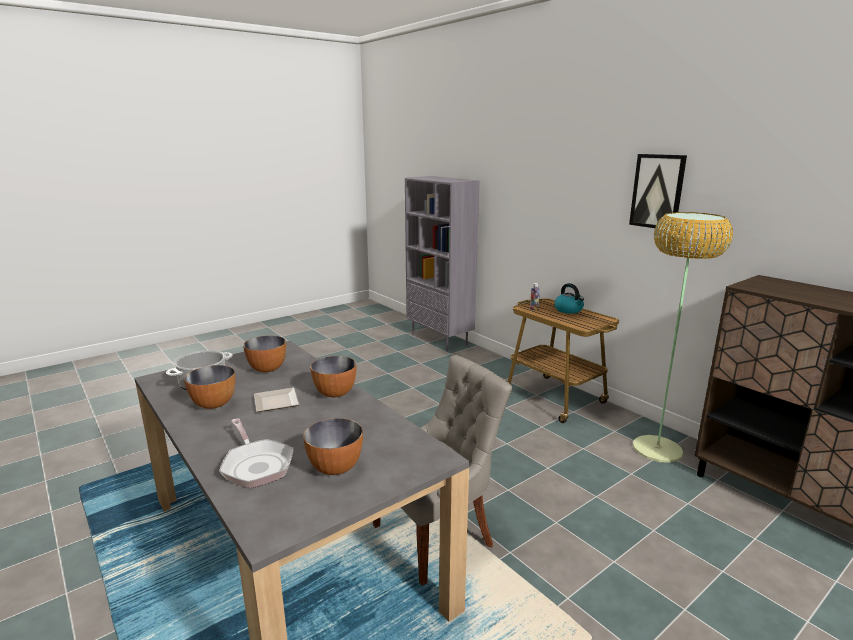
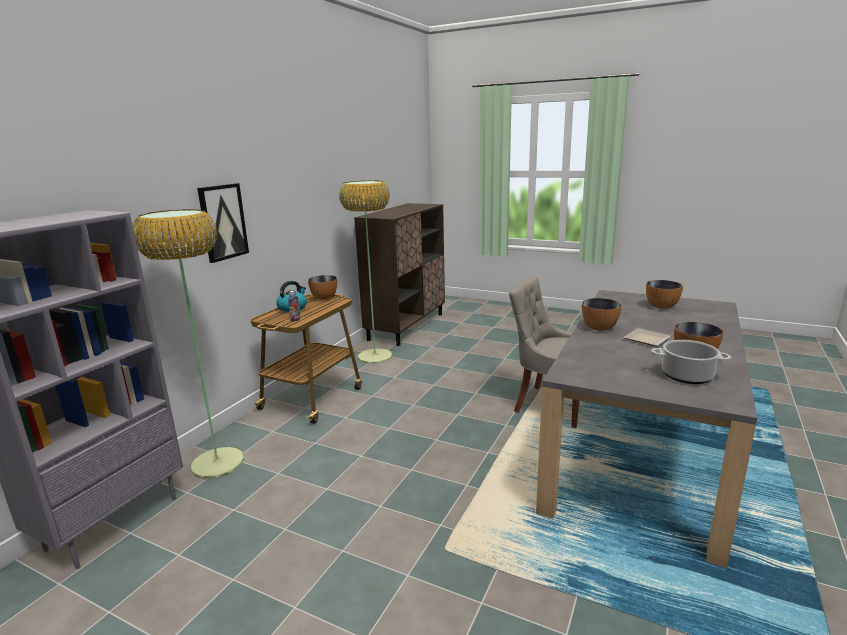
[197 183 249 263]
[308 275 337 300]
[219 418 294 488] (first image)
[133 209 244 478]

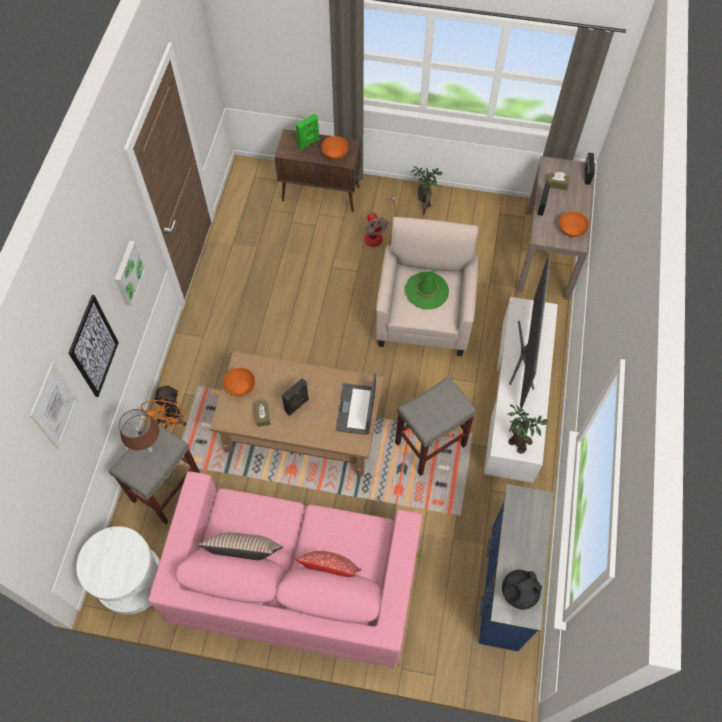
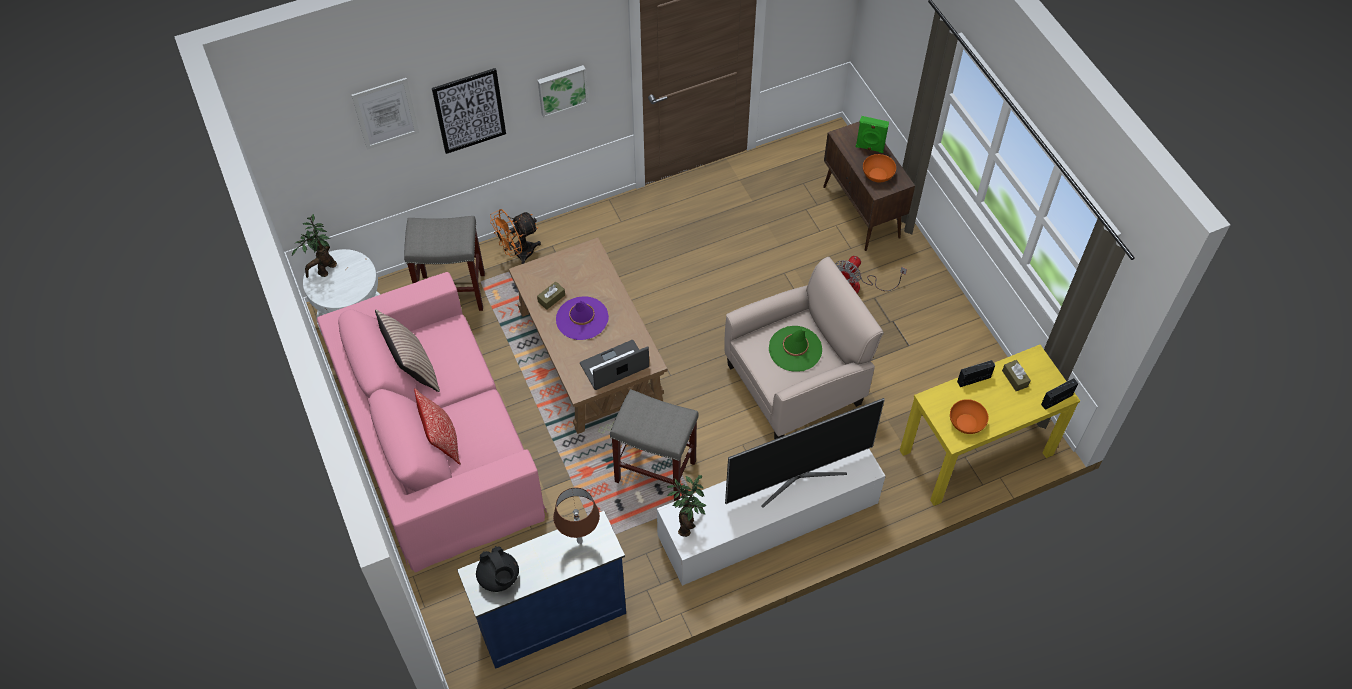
[900 345 1080 506]
[292 214 337 278]
[223 368 255 397] (first image)
[556 297 609 340]
[553 487 600 544]
[476 546 519 592]

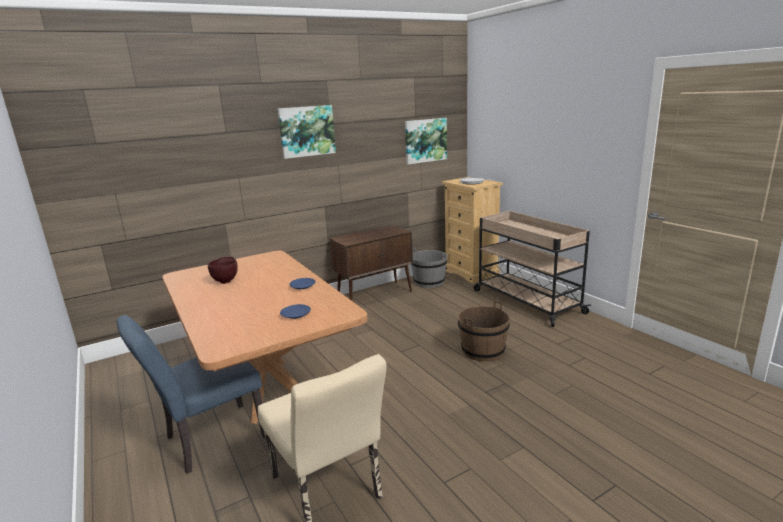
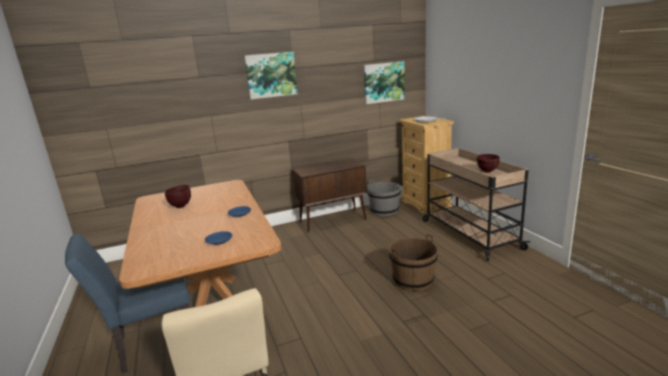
[476 154 500 173]

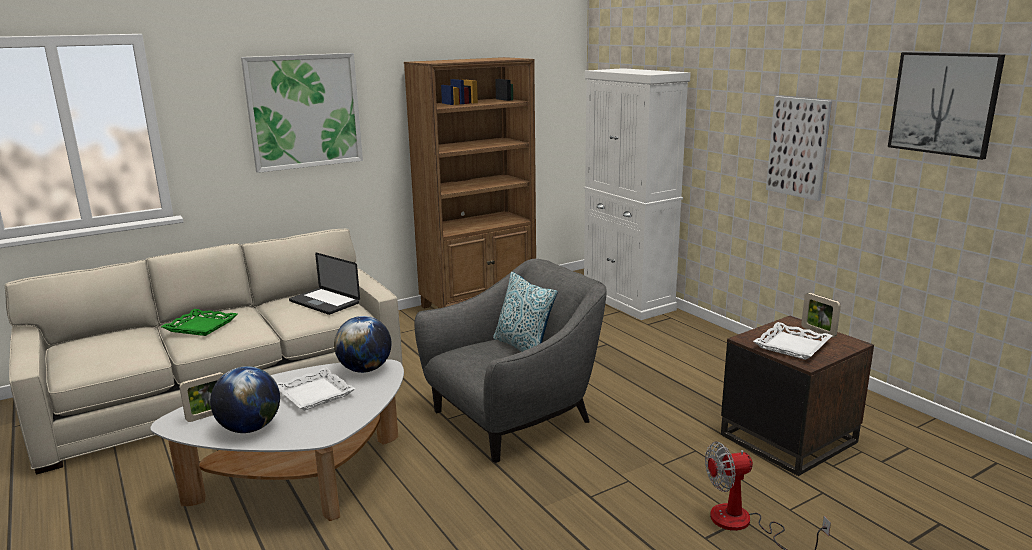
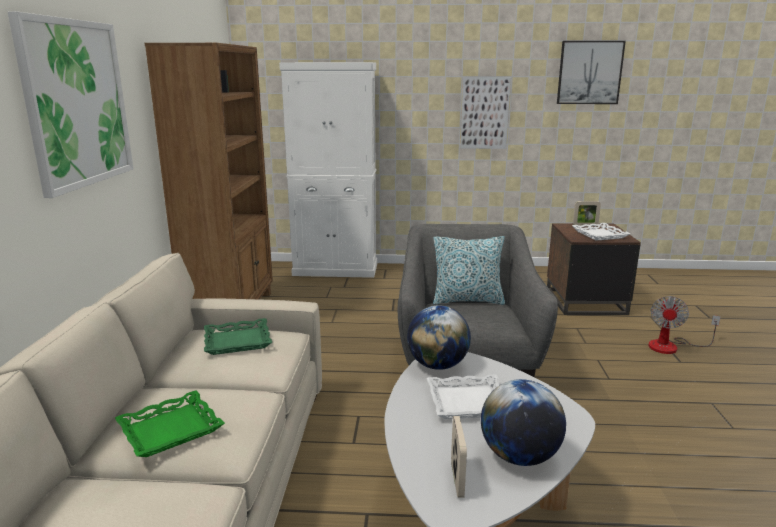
[204 318 272 355]

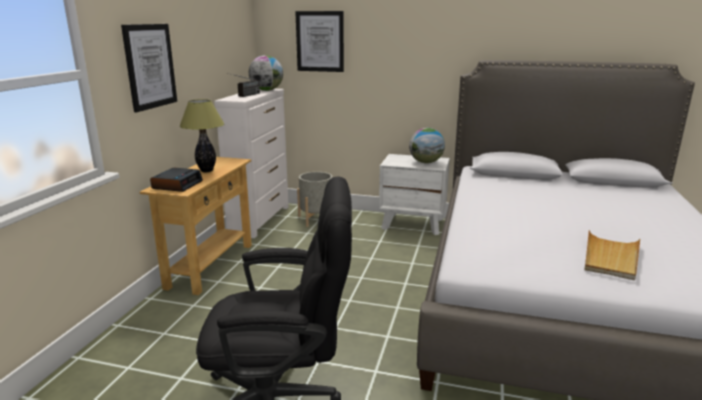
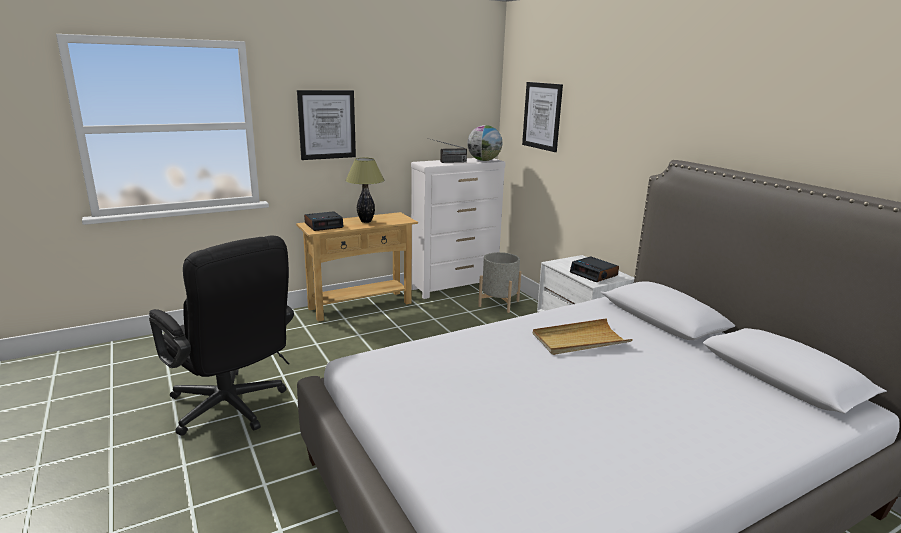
[570 256 619 282]
[533 318 633 355]

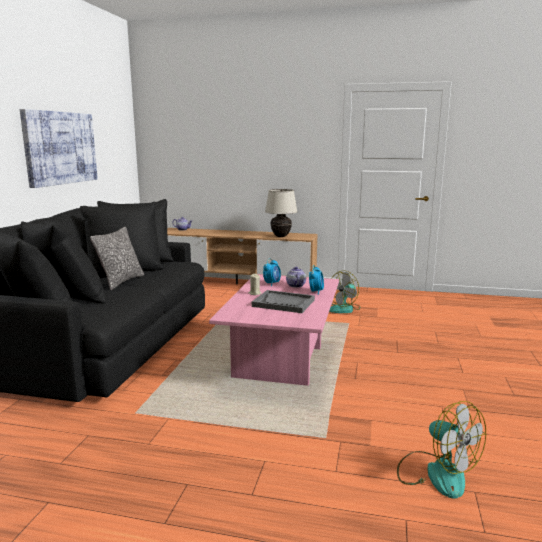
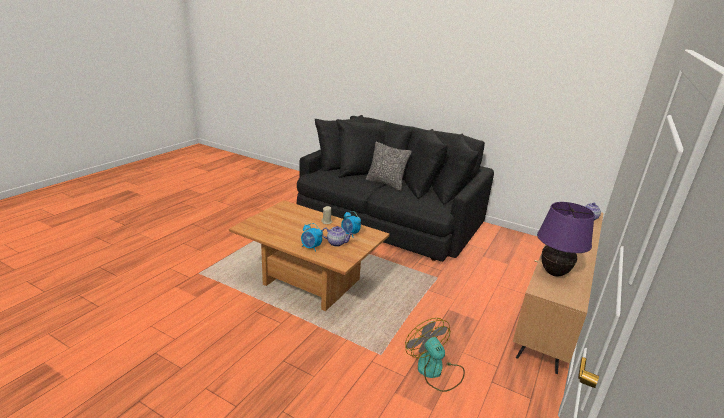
[20 109 98 188] (first image)
[537 202 595 276]
[229 200 390 311]
[252 290 315 313] (first image)
[397 401 486 499] (first image)

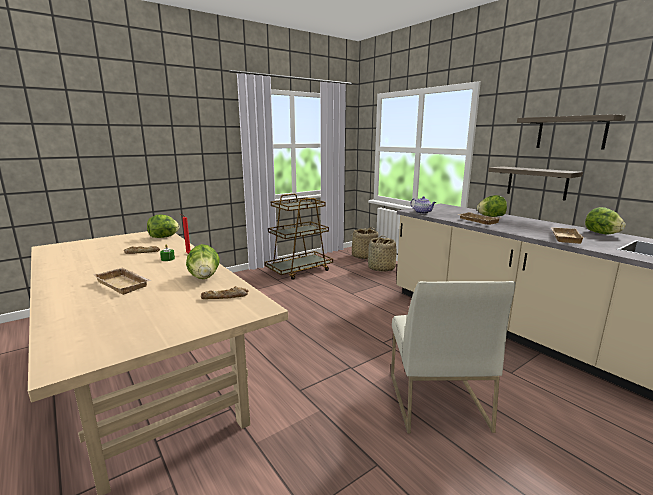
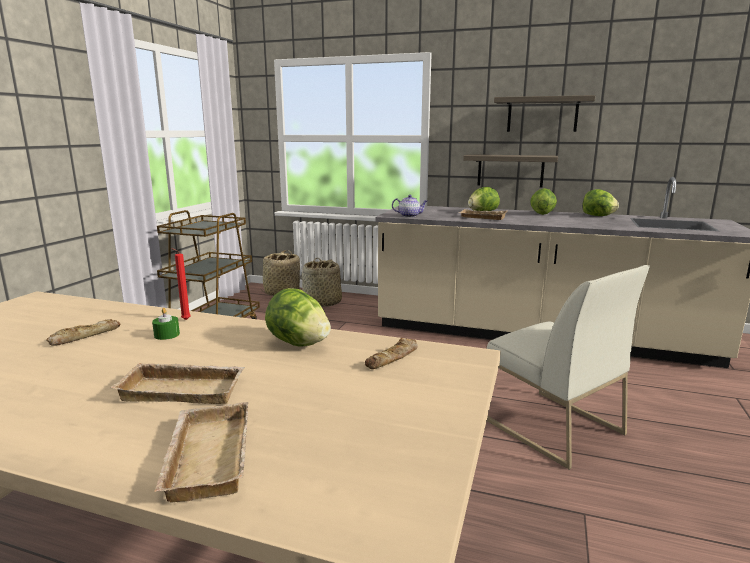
[530 188 557 215]
[154 402 248 502]

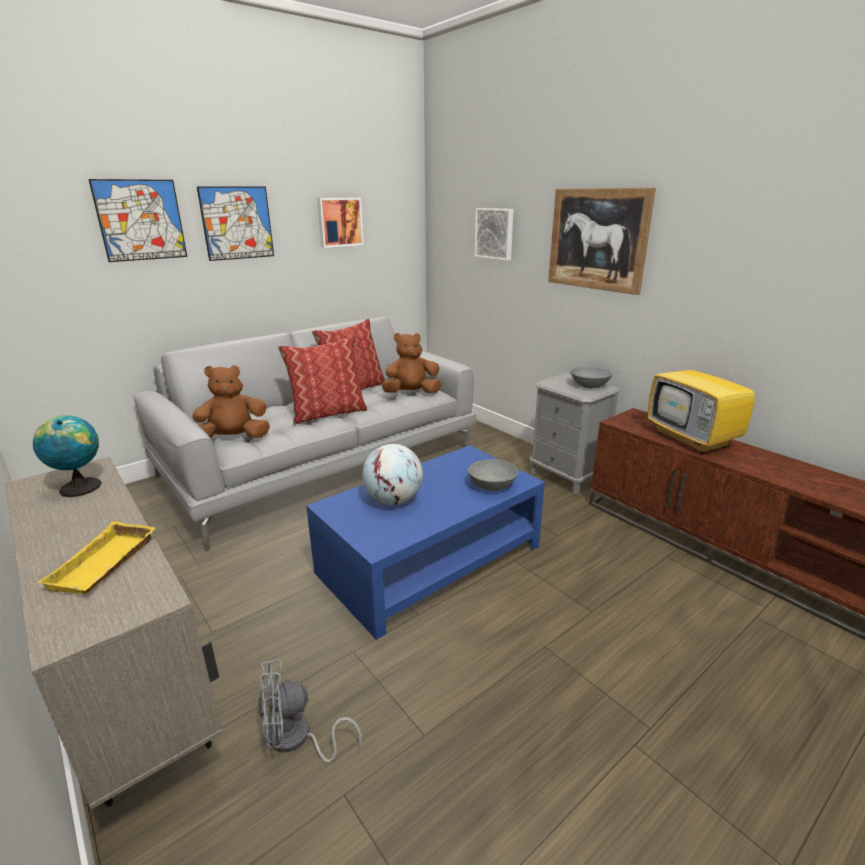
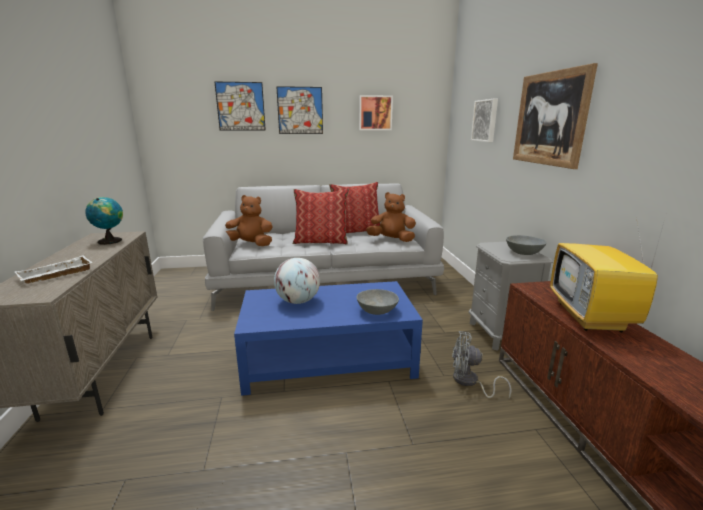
[15 255 93 284]
[452 331 512 398]

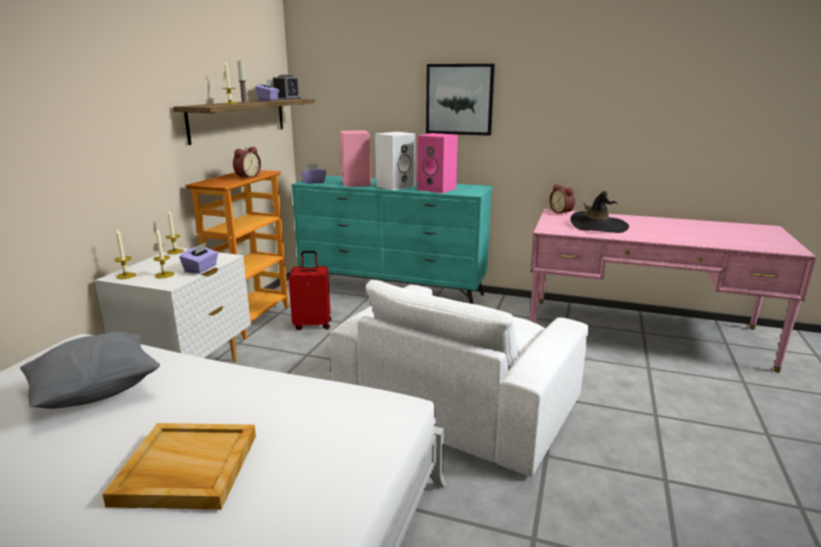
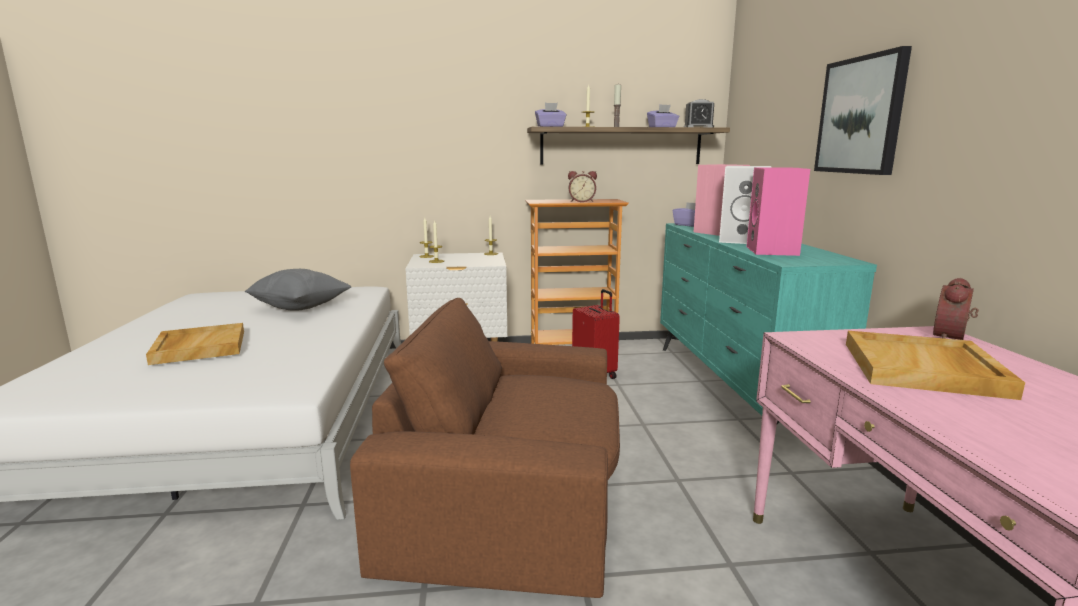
[846 331 1025 400]
[535 103 566 127]
[350 298 620 598]

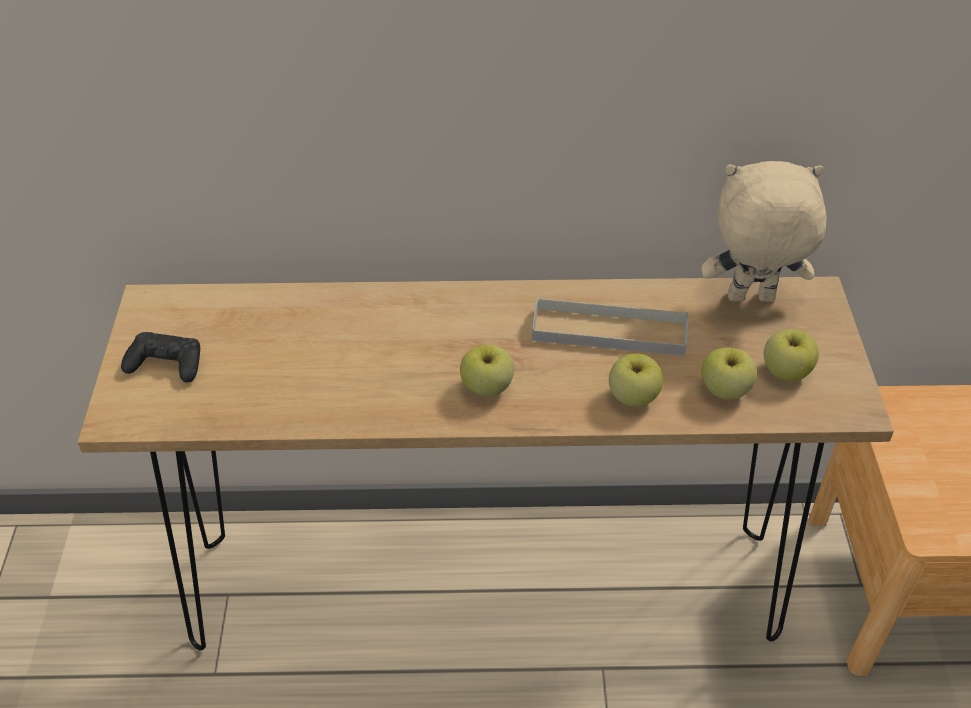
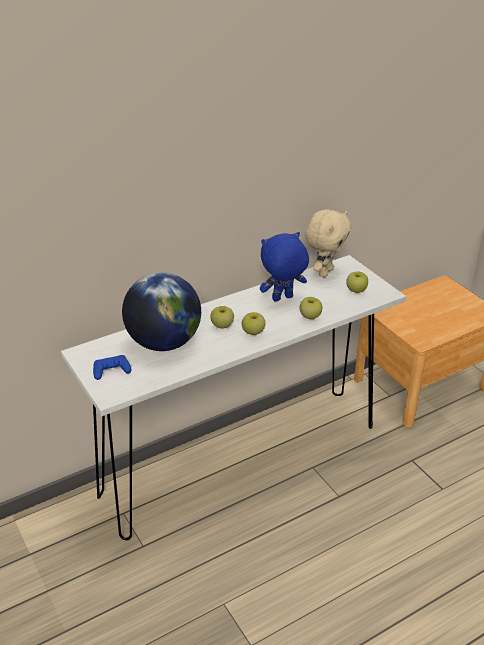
[305 209 351 277]
[61 255 406 540]
[260 232 309 301]
[93 355 132 380]
[210 306 234 329]
[122 272 201 351]

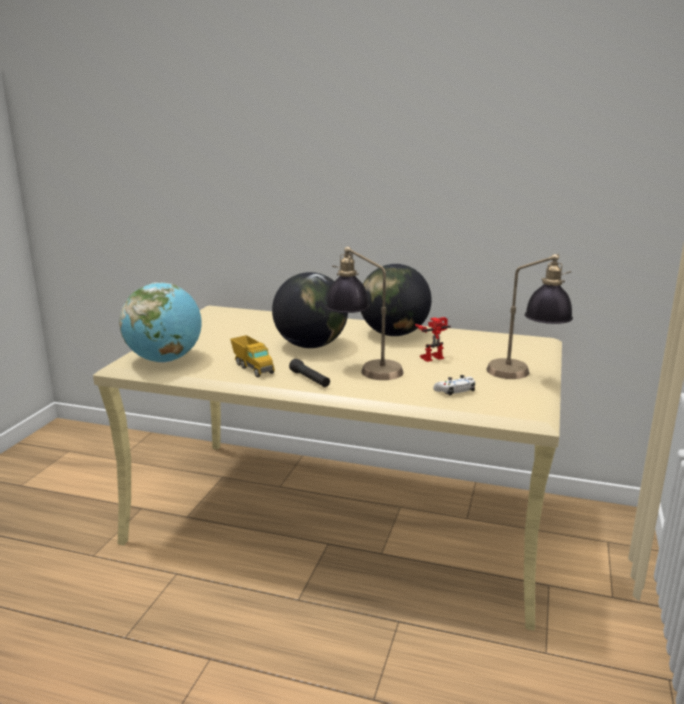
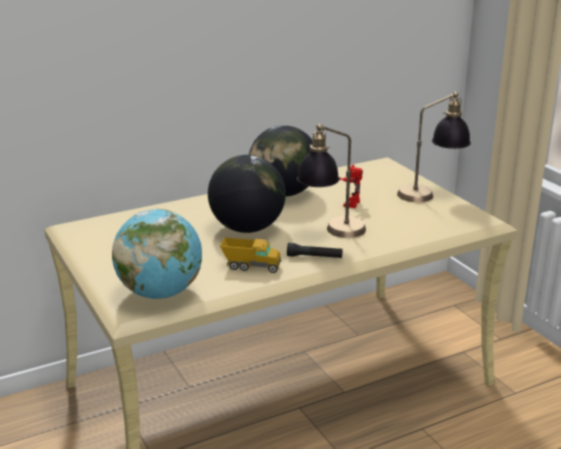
[433 375 475 395] (first image)

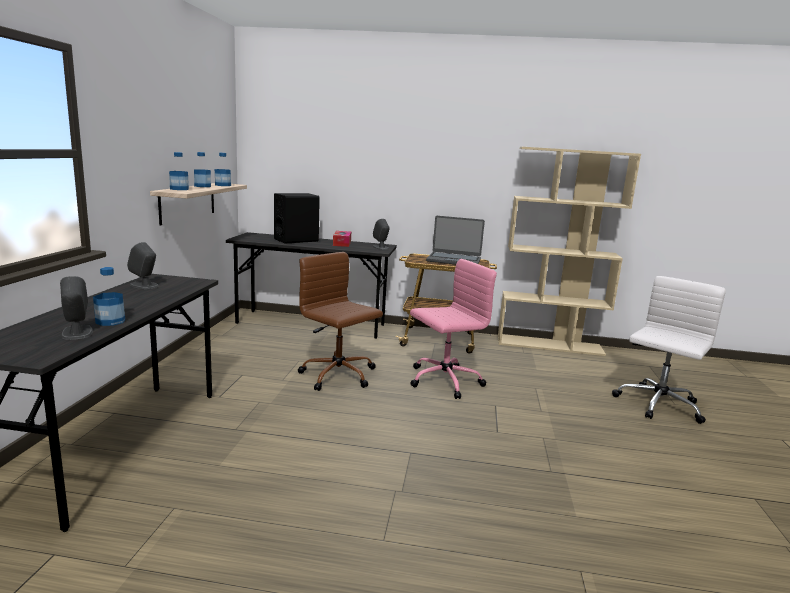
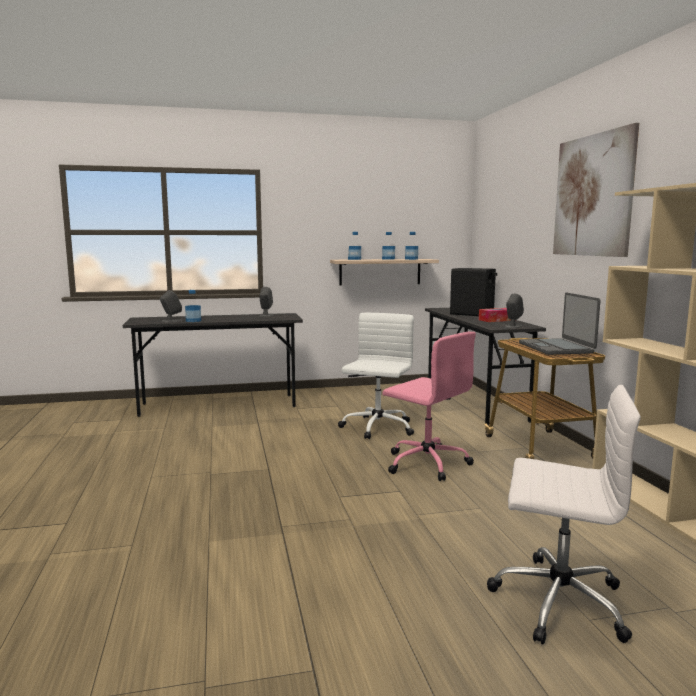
[338 313 414 439]
[553 123 639 257]

